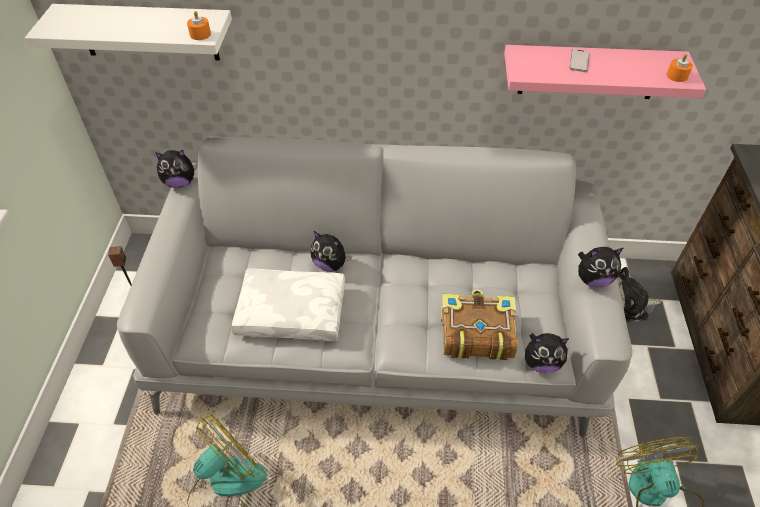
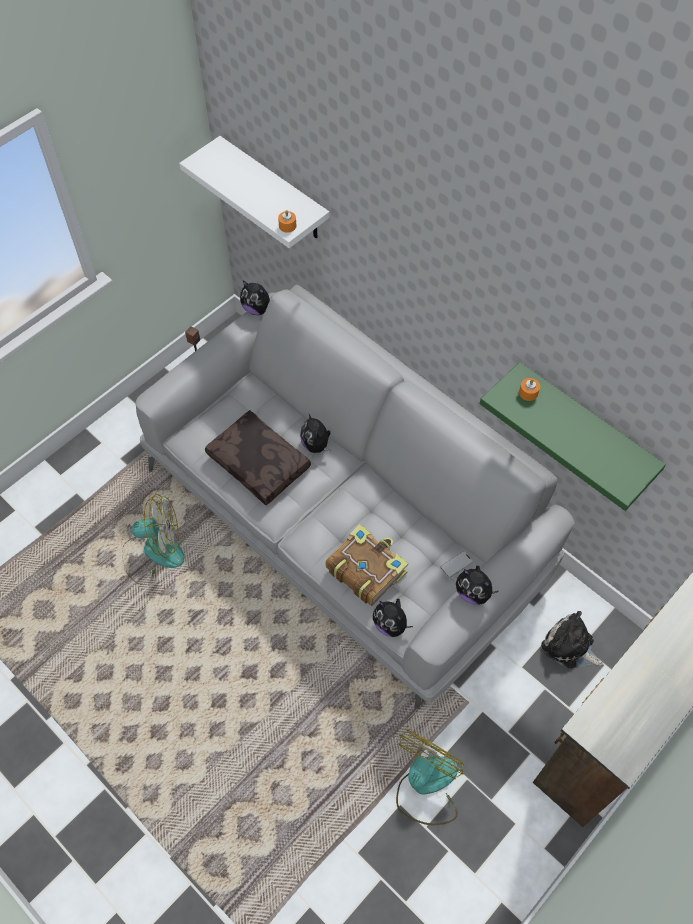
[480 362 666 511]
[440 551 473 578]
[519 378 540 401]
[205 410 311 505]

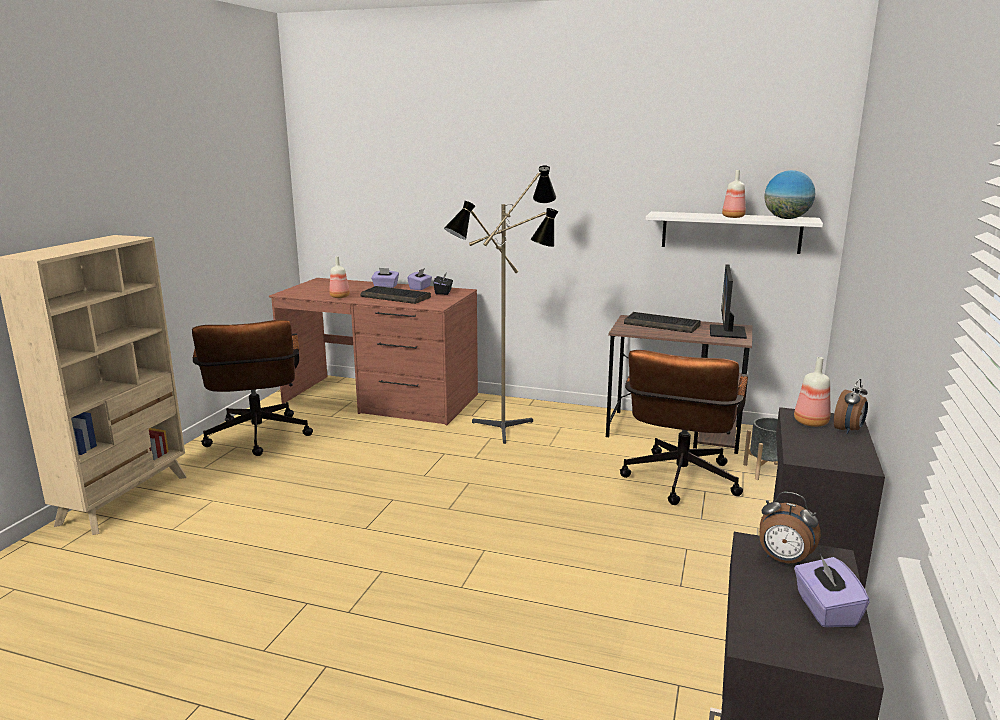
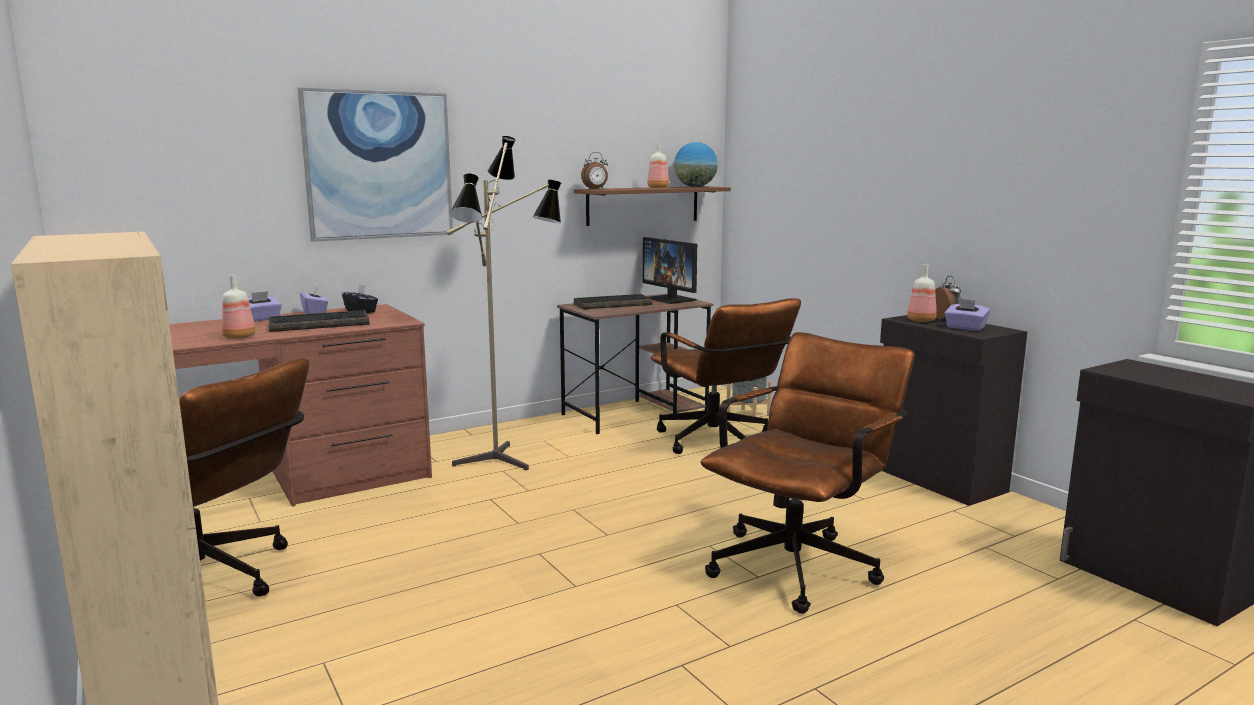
[574 186 731 226]
[581 152 608 189]
[944 299 990 331]
[298 88 453 242]
[701 332 914 614]

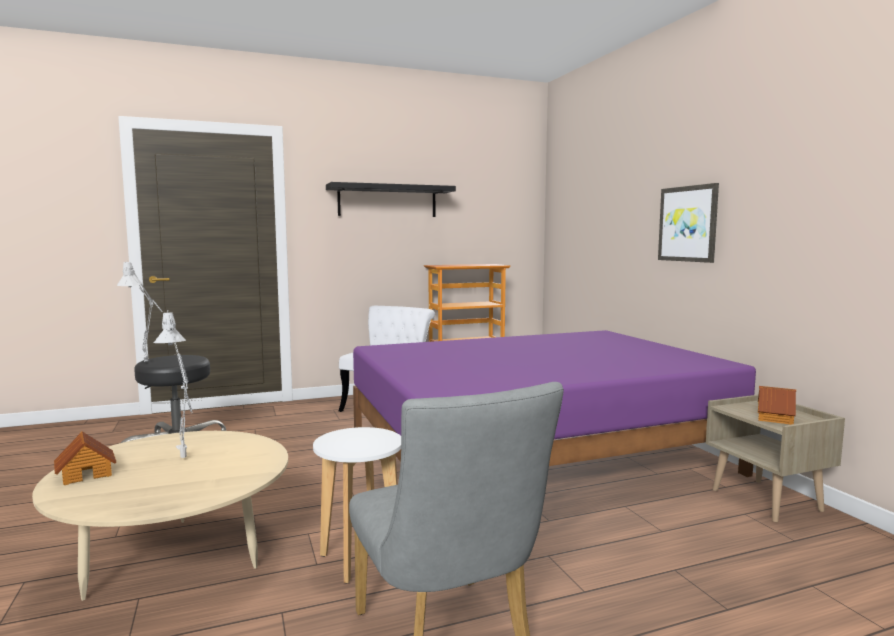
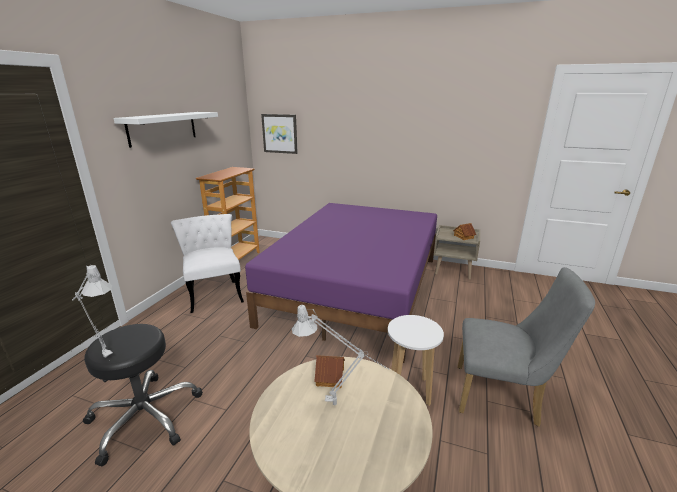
[113 112 218 148]
[261 114 298 154]
[314 355 345 388]

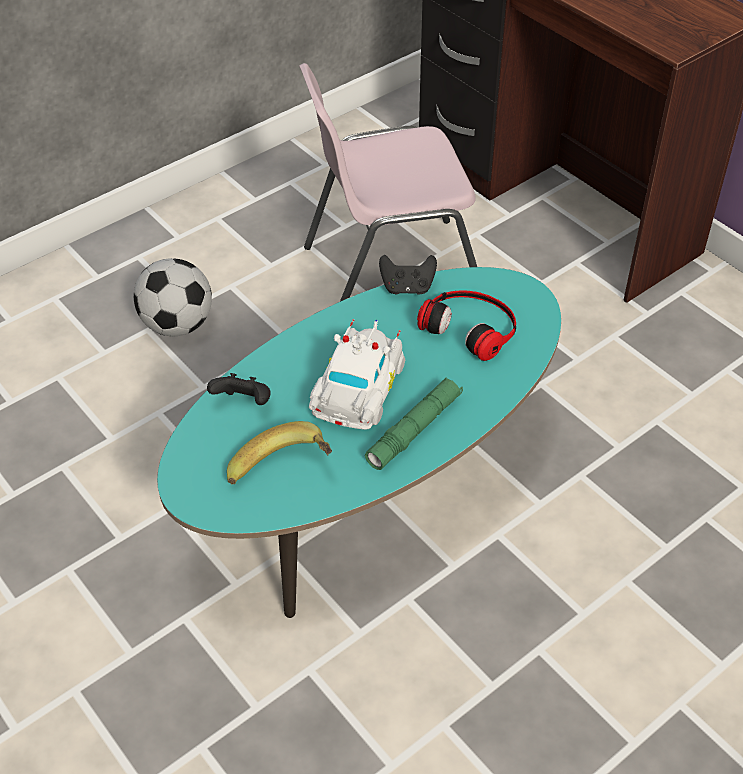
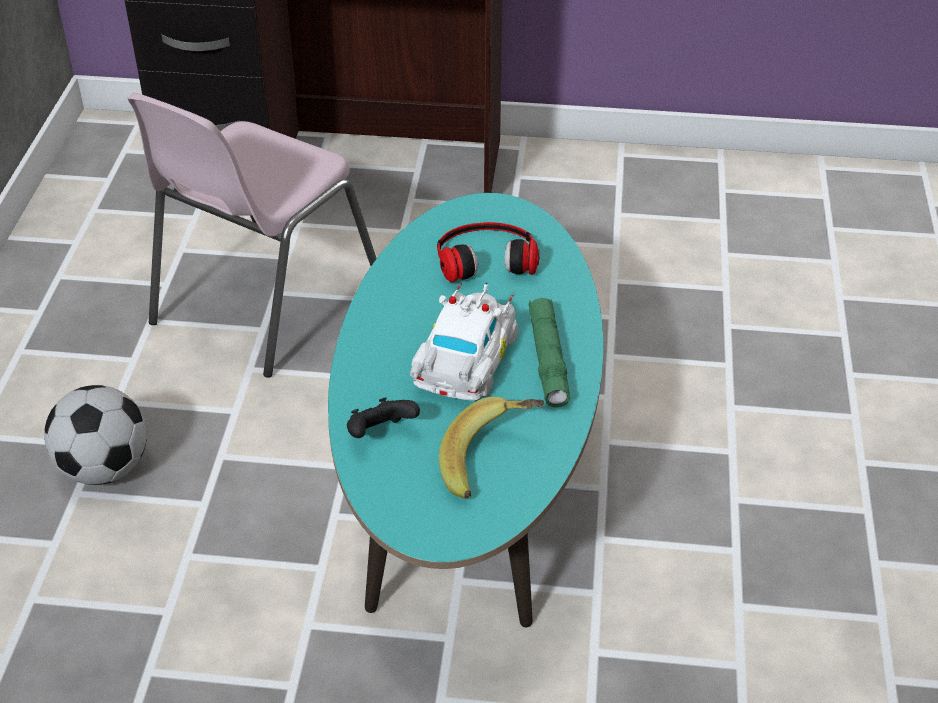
[379 255 437 295] (first image)
[410 282 519 401]

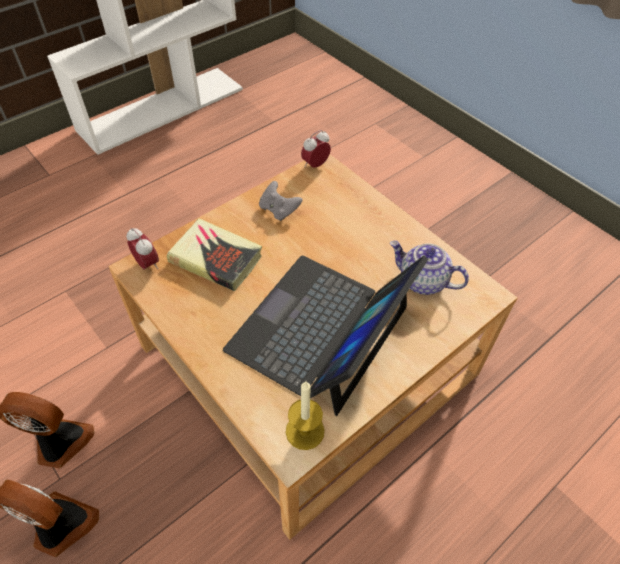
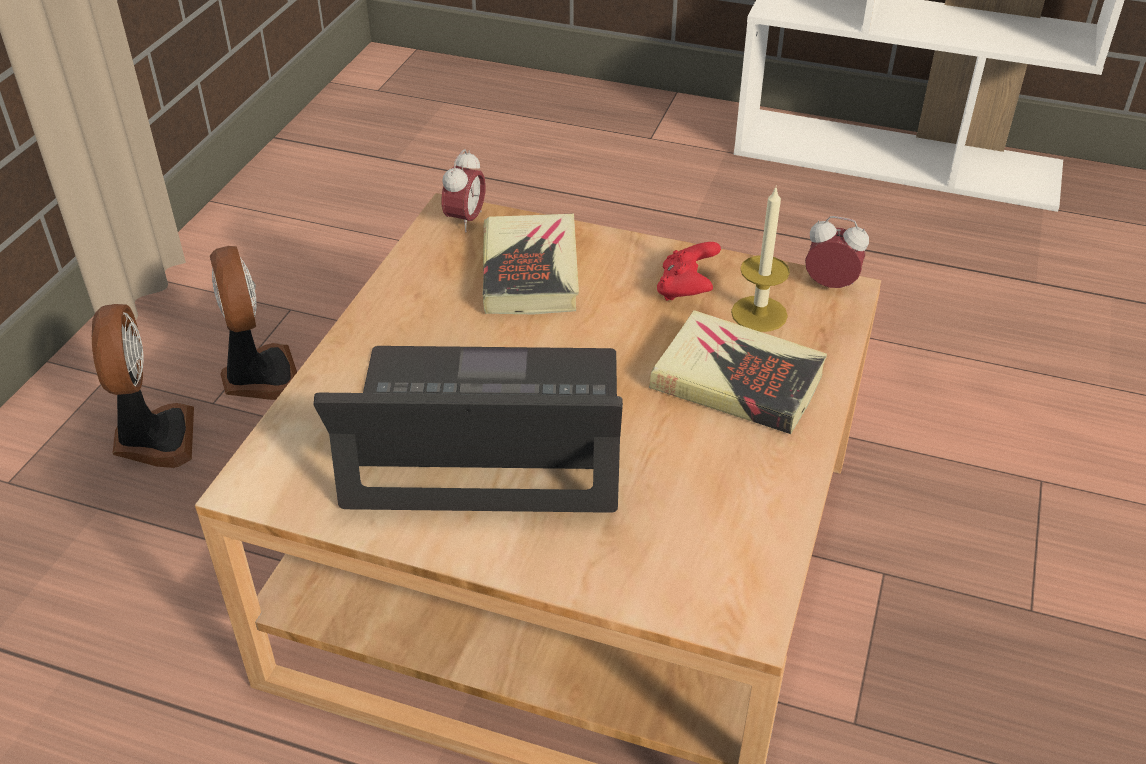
[657 242 721 301]
[390 241 469 295] (first image)
[731 185 790 332]
[649 310 827 434]

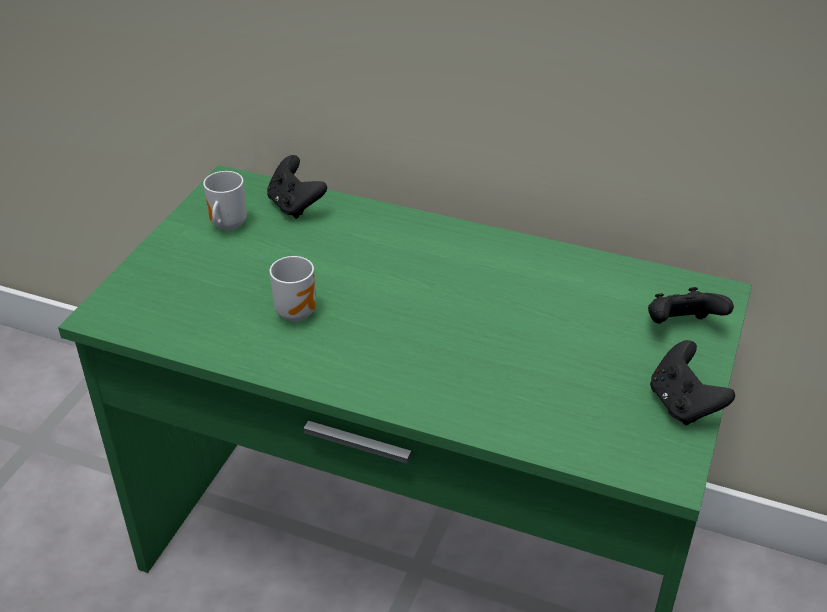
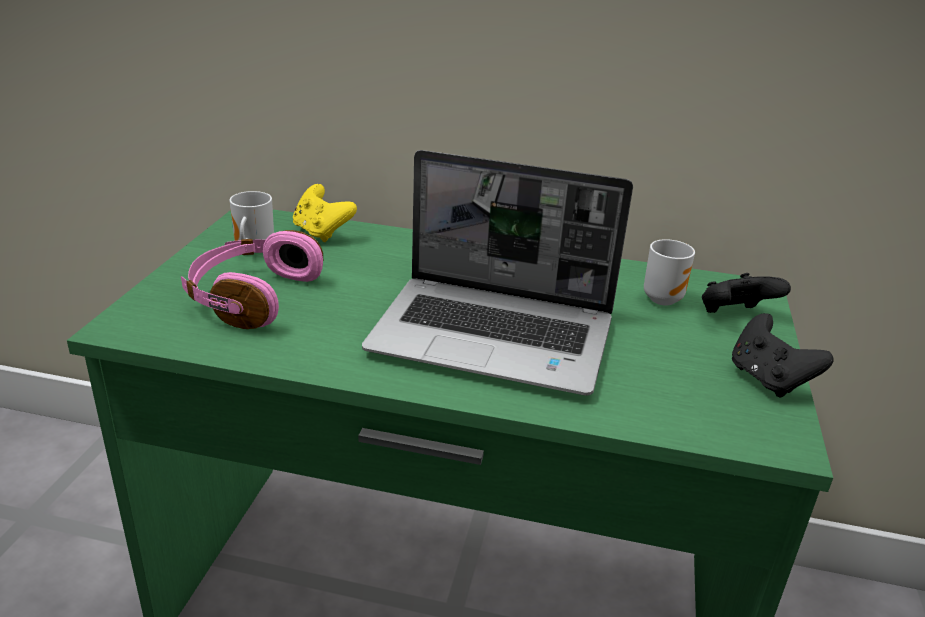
[293 184 357 242]
[644 239 695 306]
[362 150 633 396]
[181 230 323 329]

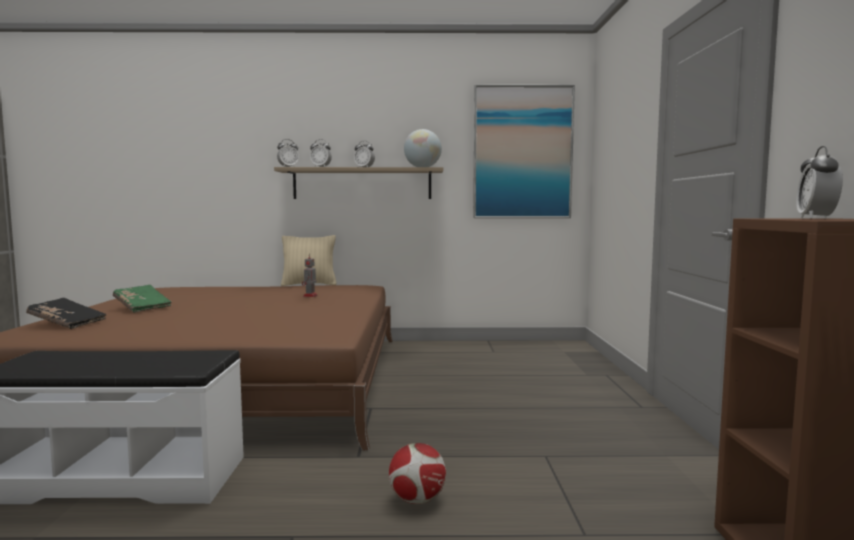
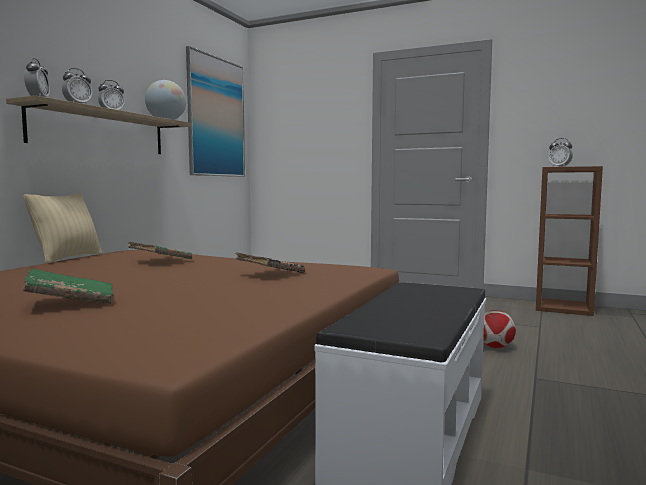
[128 241 192 259]
[236 252 305 273]

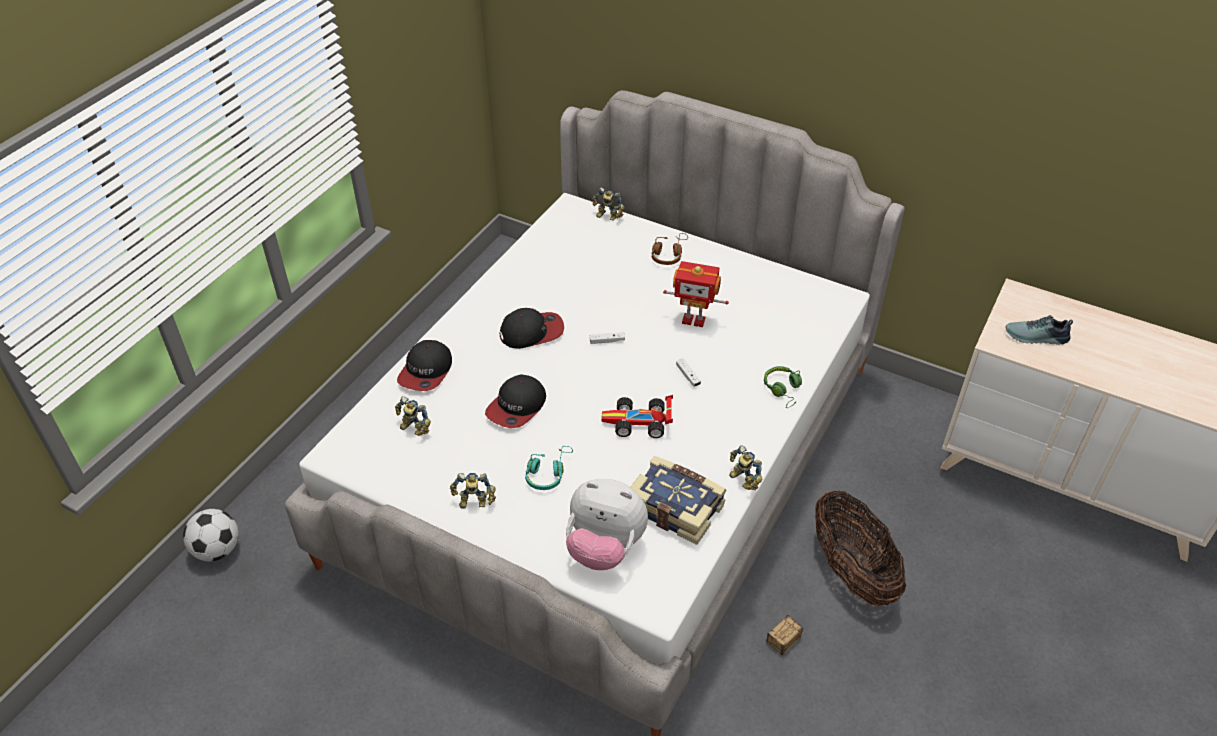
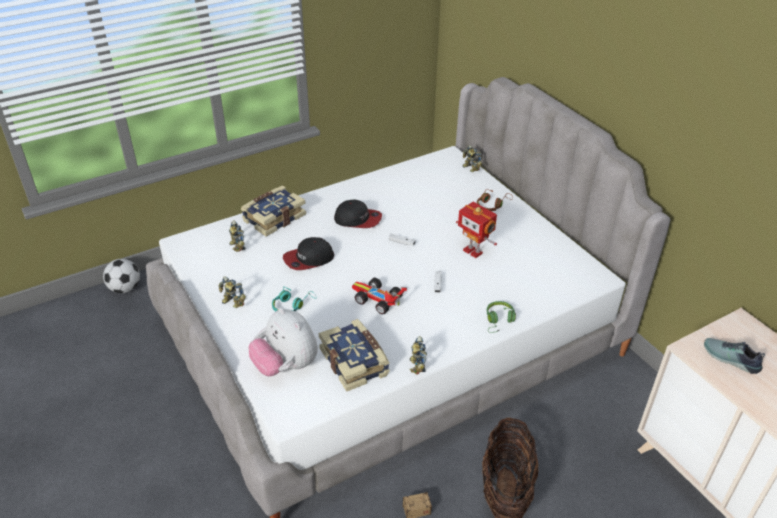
[241 186 306 237]

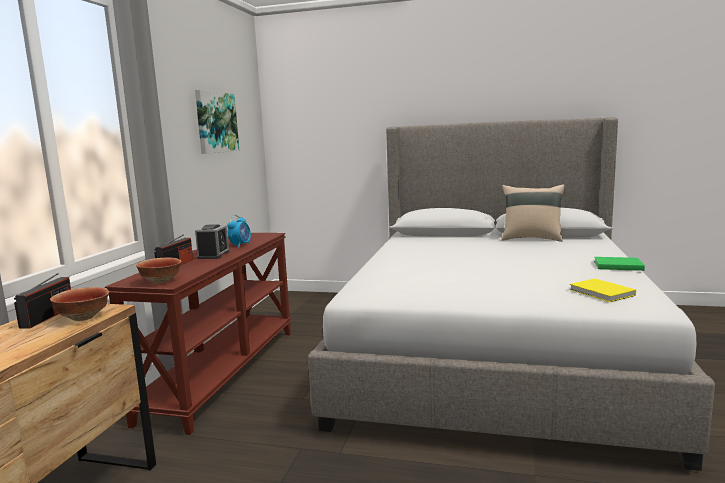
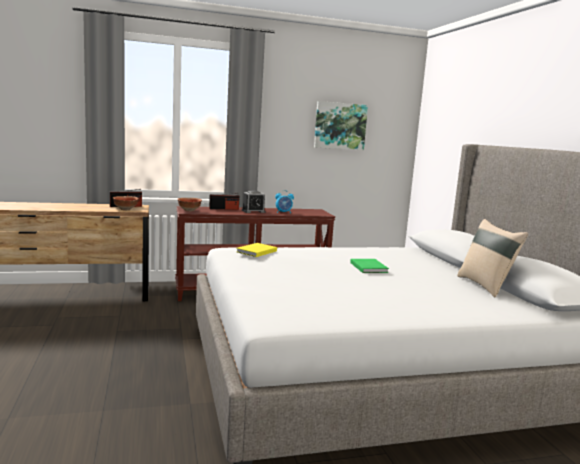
[350 259 389 273]
[237 243 277 257]

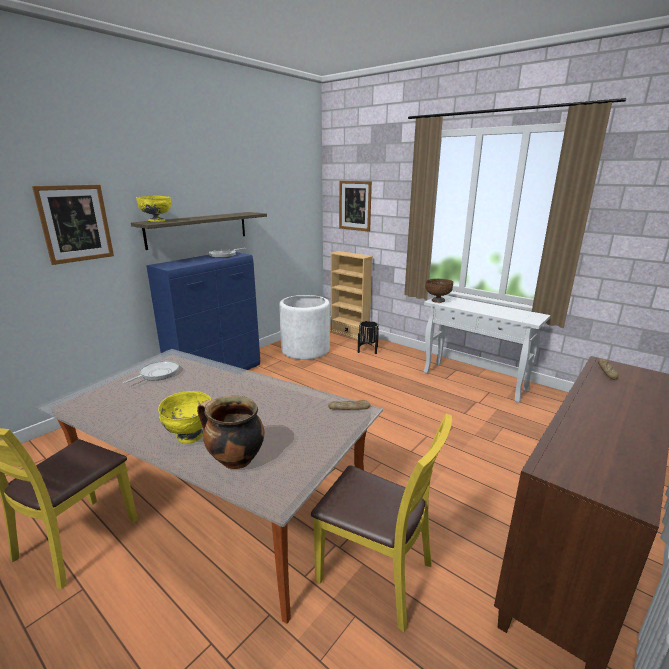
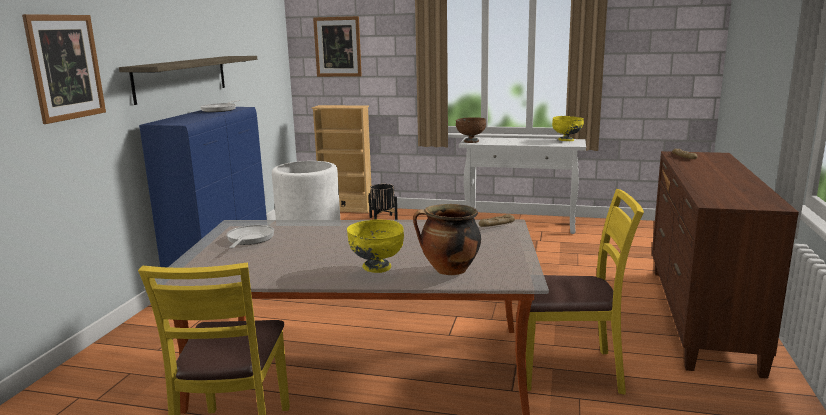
[552 116 584 141]

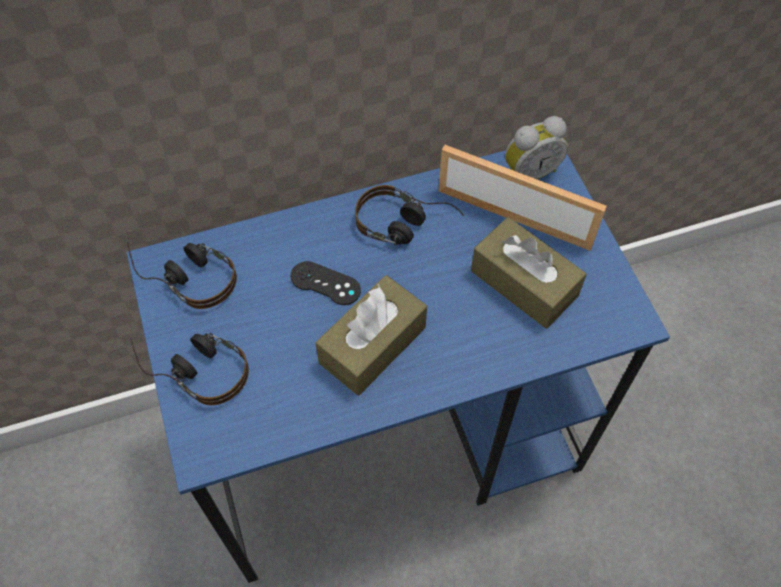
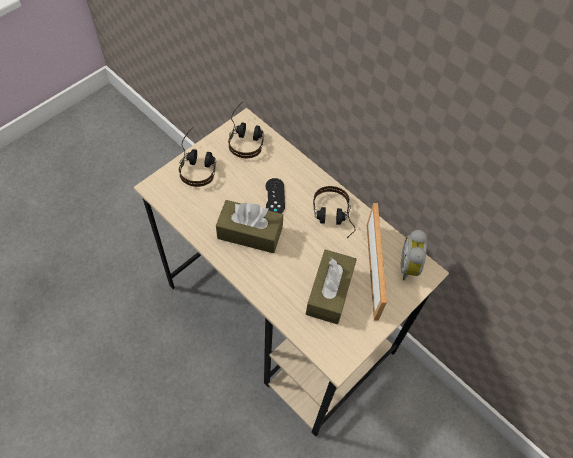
[401 230 427 281]
[134 108 449 436]

